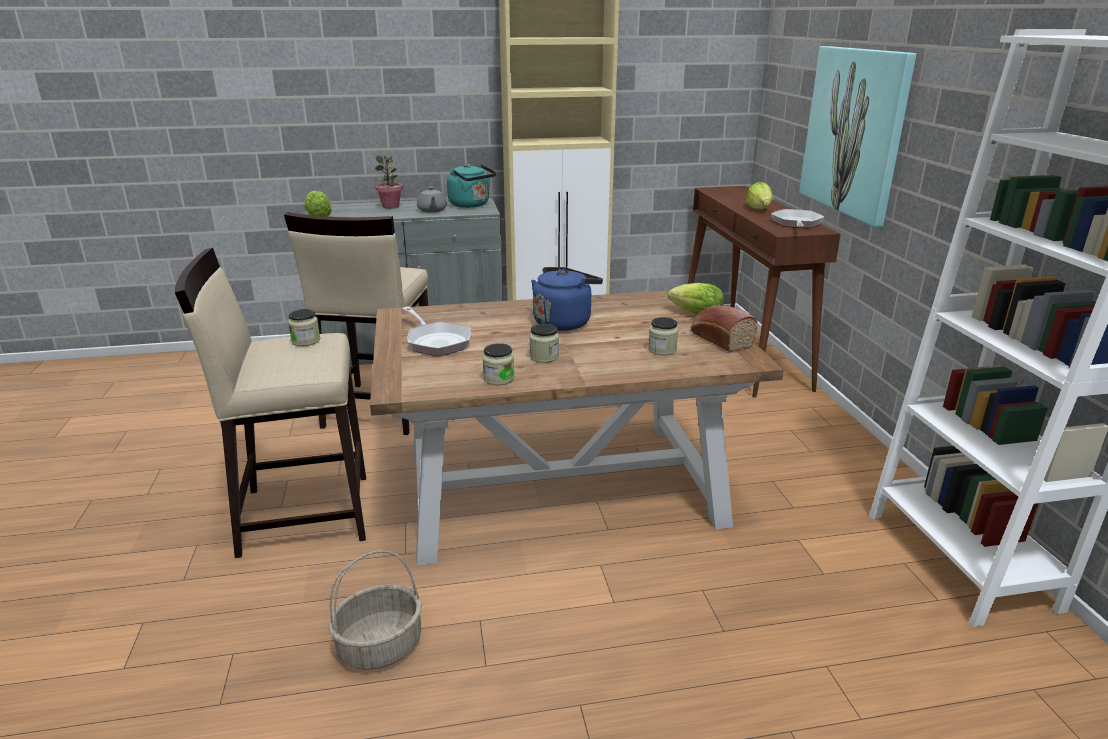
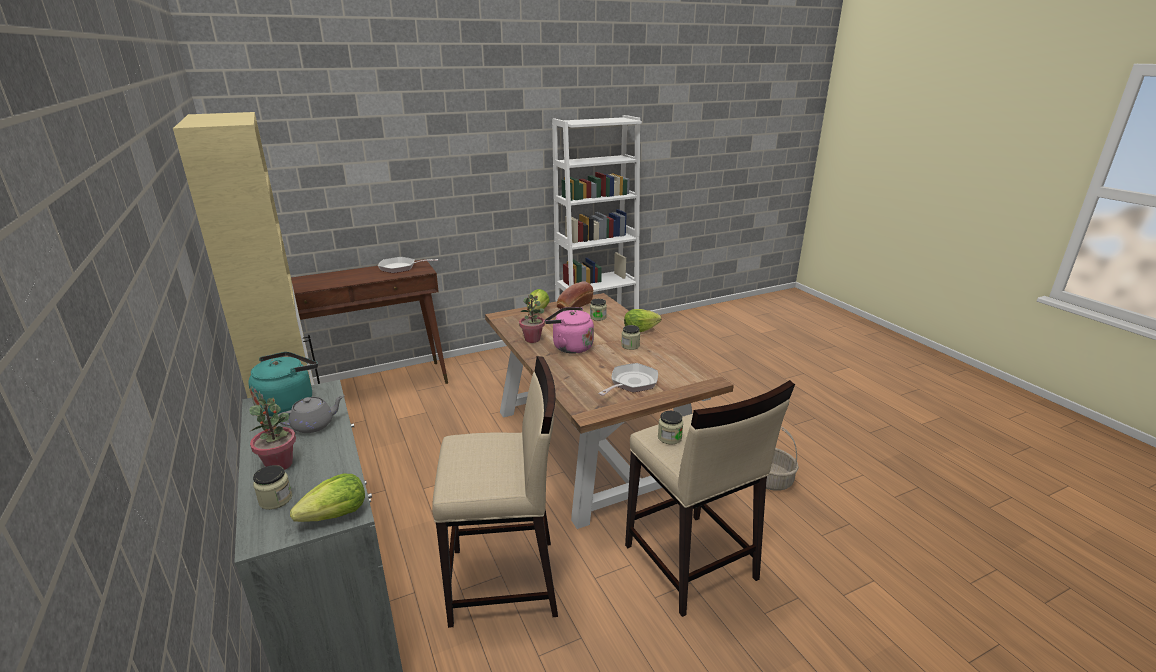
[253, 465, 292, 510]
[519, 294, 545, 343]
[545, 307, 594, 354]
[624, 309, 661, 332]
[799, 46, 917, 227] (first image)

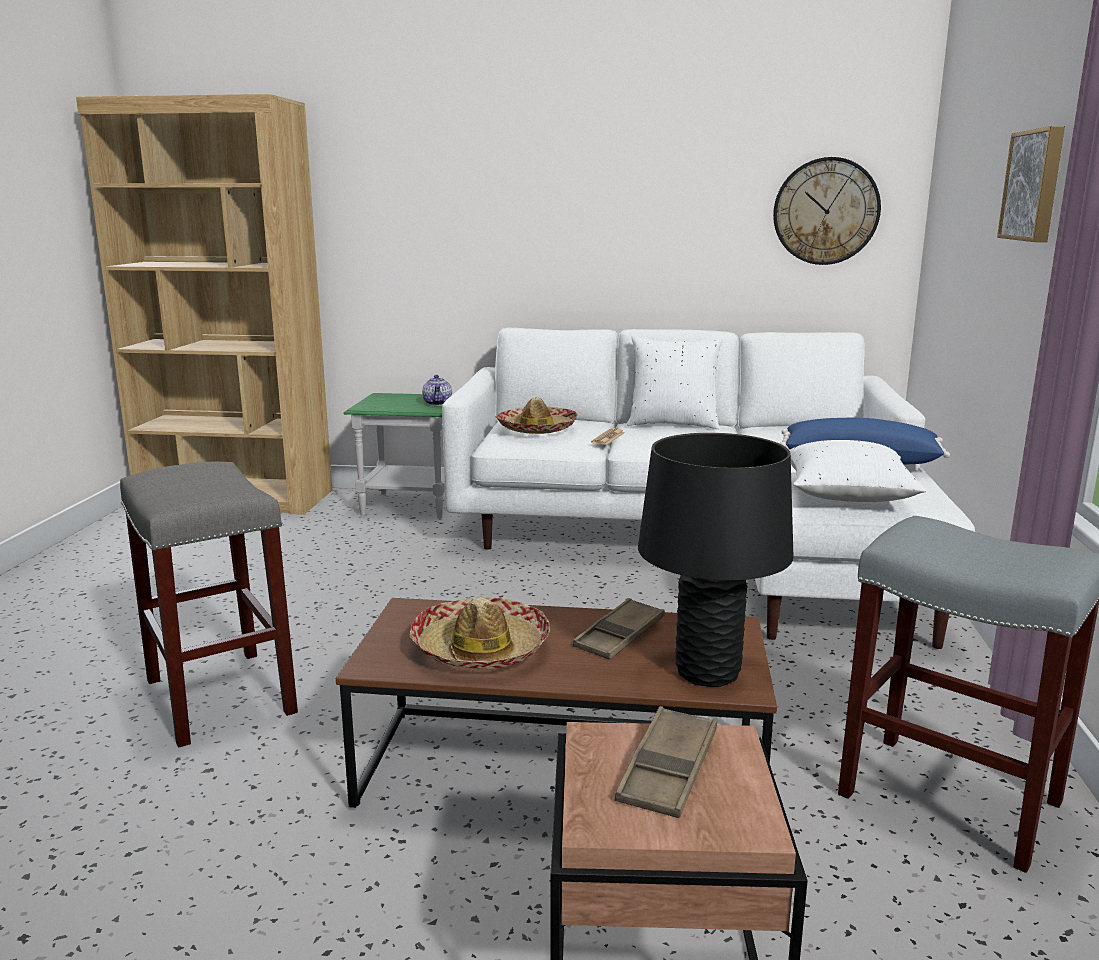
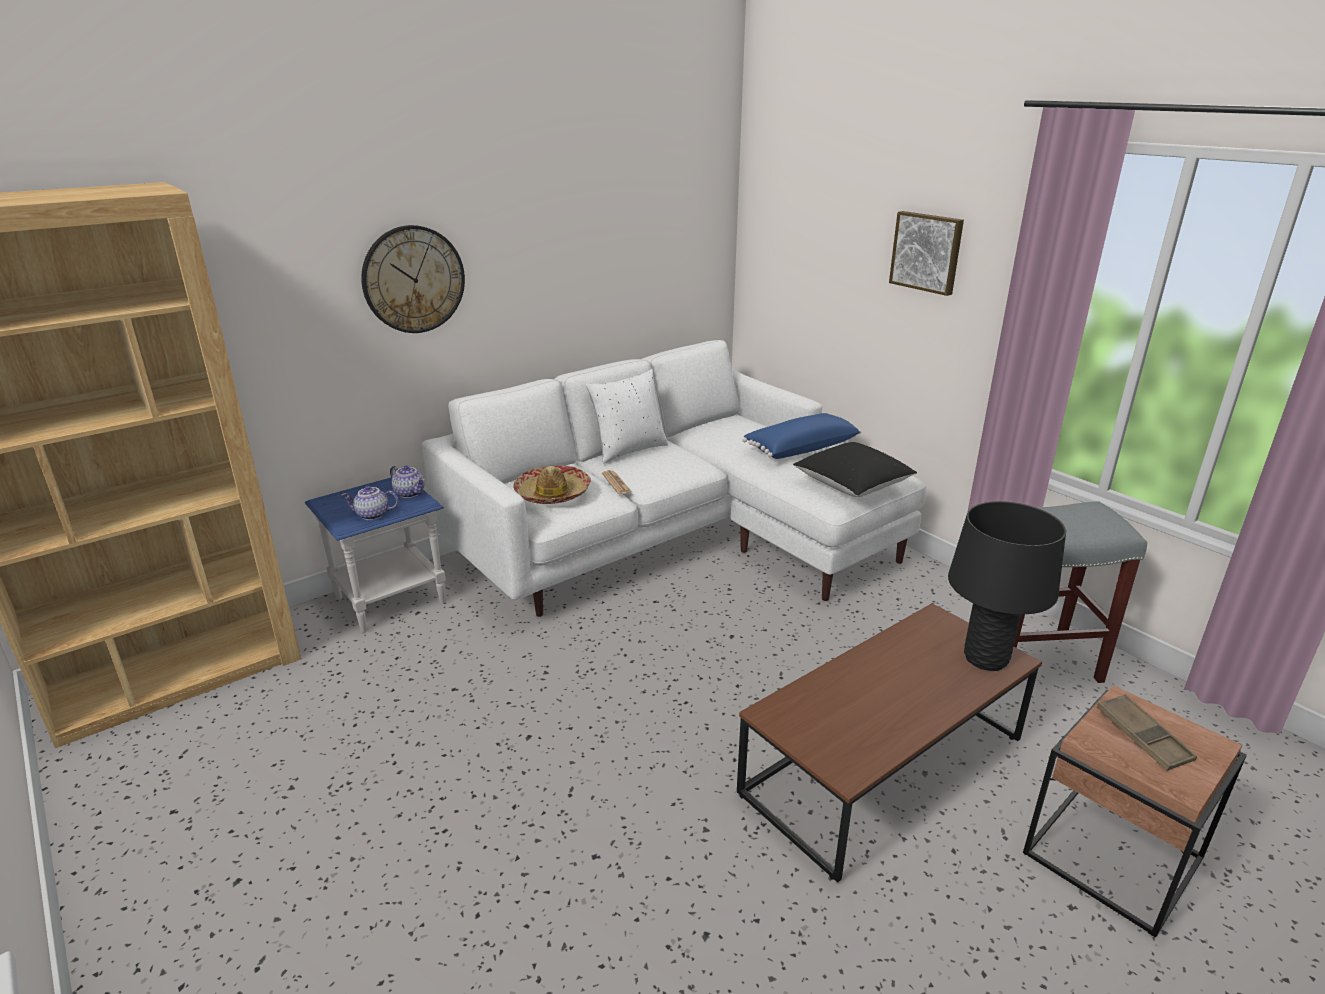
[305, 478, 446, 633]
[341, 486, 398, 520]
[361, 225, 465, 333]
[793, 442, 917, 497]
[120, 462, 298, 748] (first image)
[410, 597, 550, 669] (first image)
[573, 598, 665, 660] (first image)

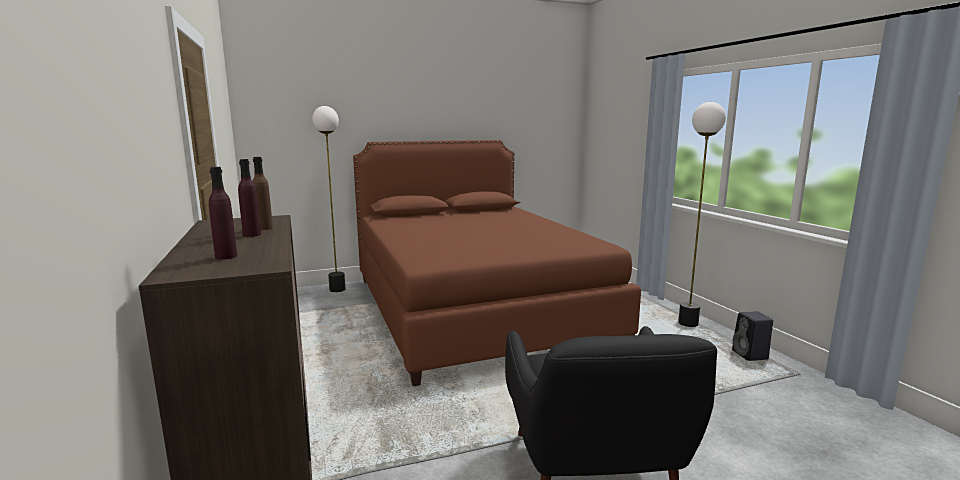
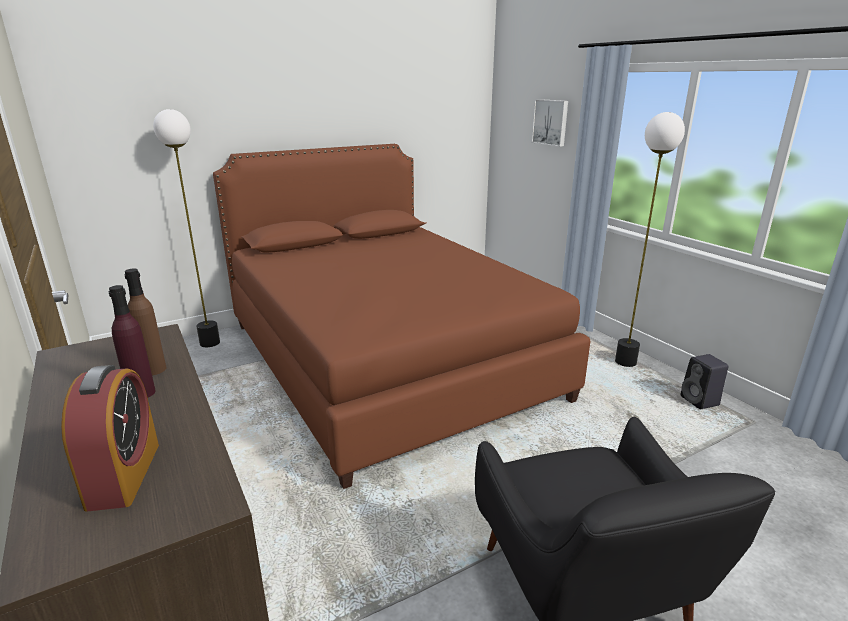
[61, 365, 159, 512]
[531, 99, 568, 147]

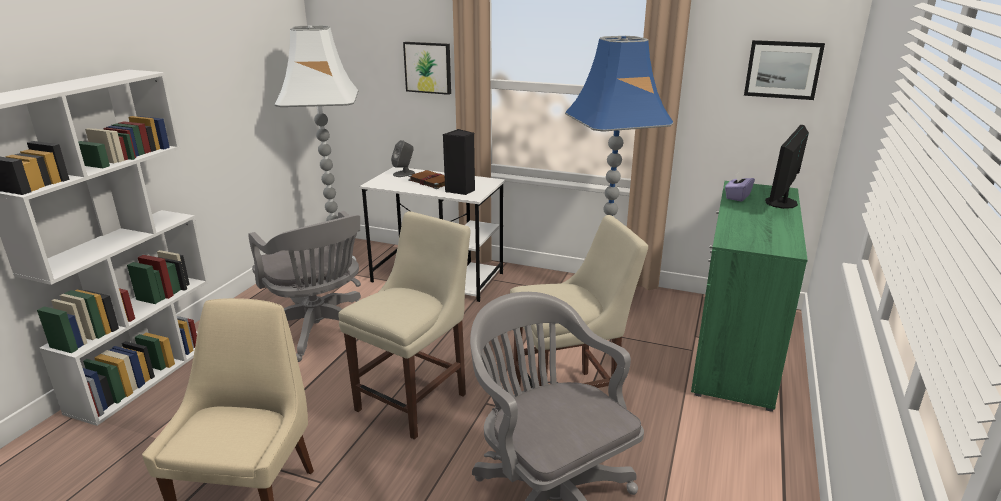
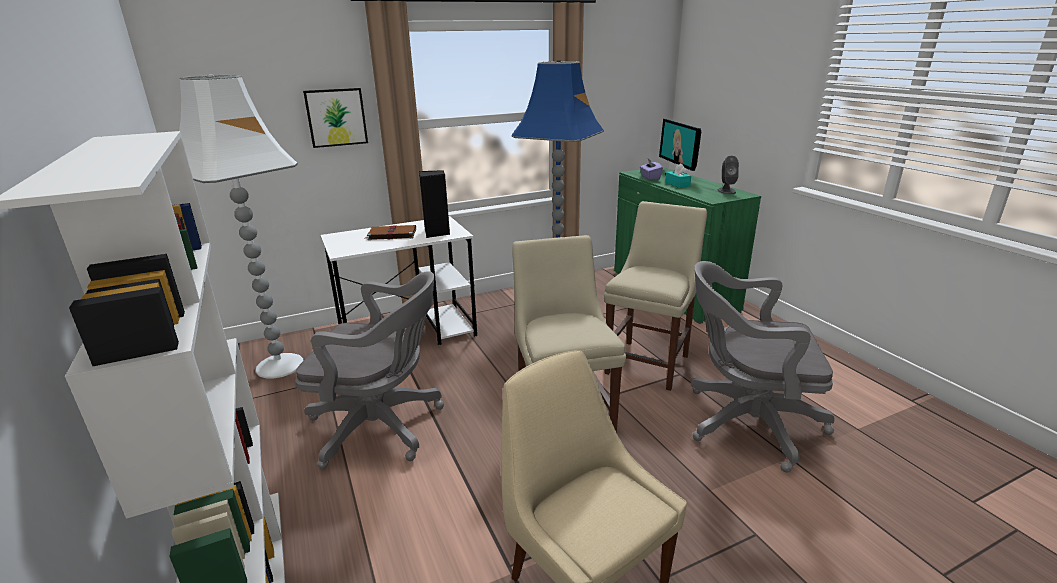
[665, 163, 691, 188]
[718, 156, 739, 194]
[744, 40, 825, 100] (first image)

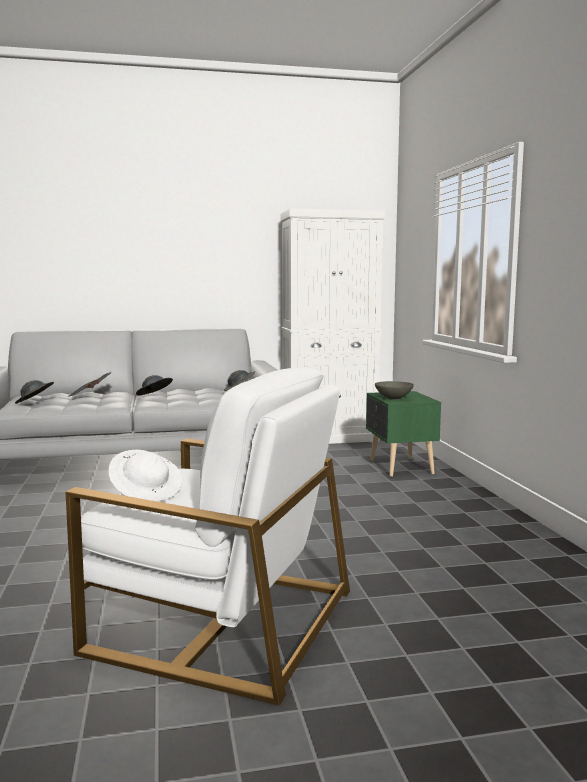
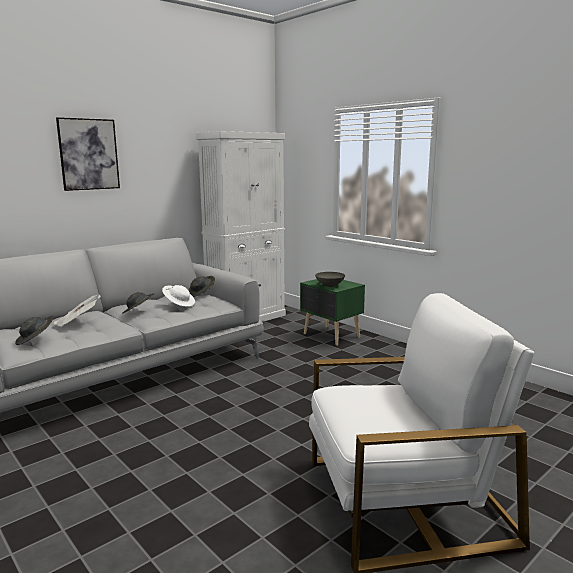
[56, 117, 120, 191]
[162, 285, 195, 307]

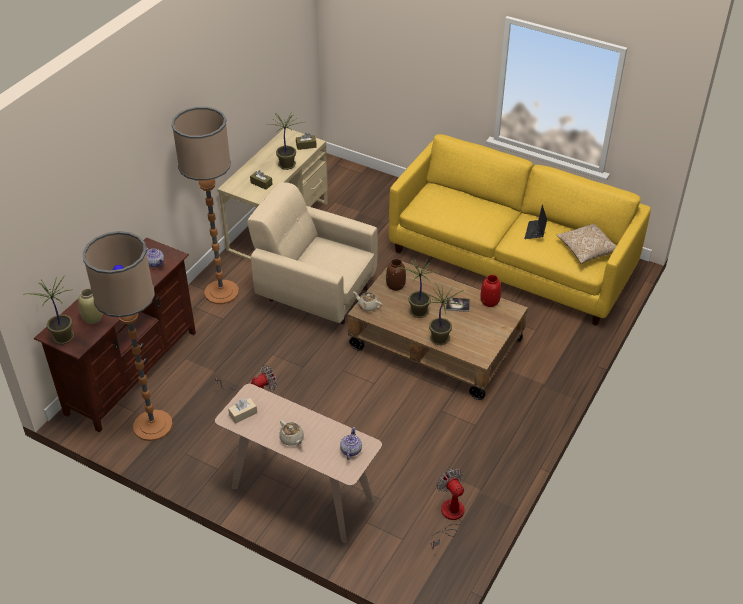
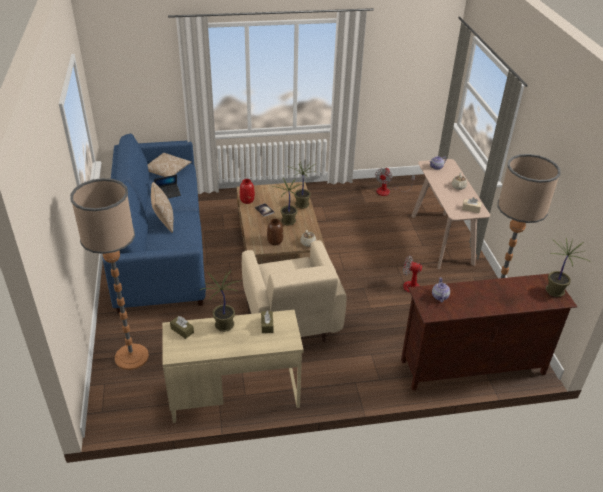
[70, 178, 149, 370]
[103, 134, 206, 313]
[151, 182, 173, 233]
[78, 288, 103, 324] (first image)

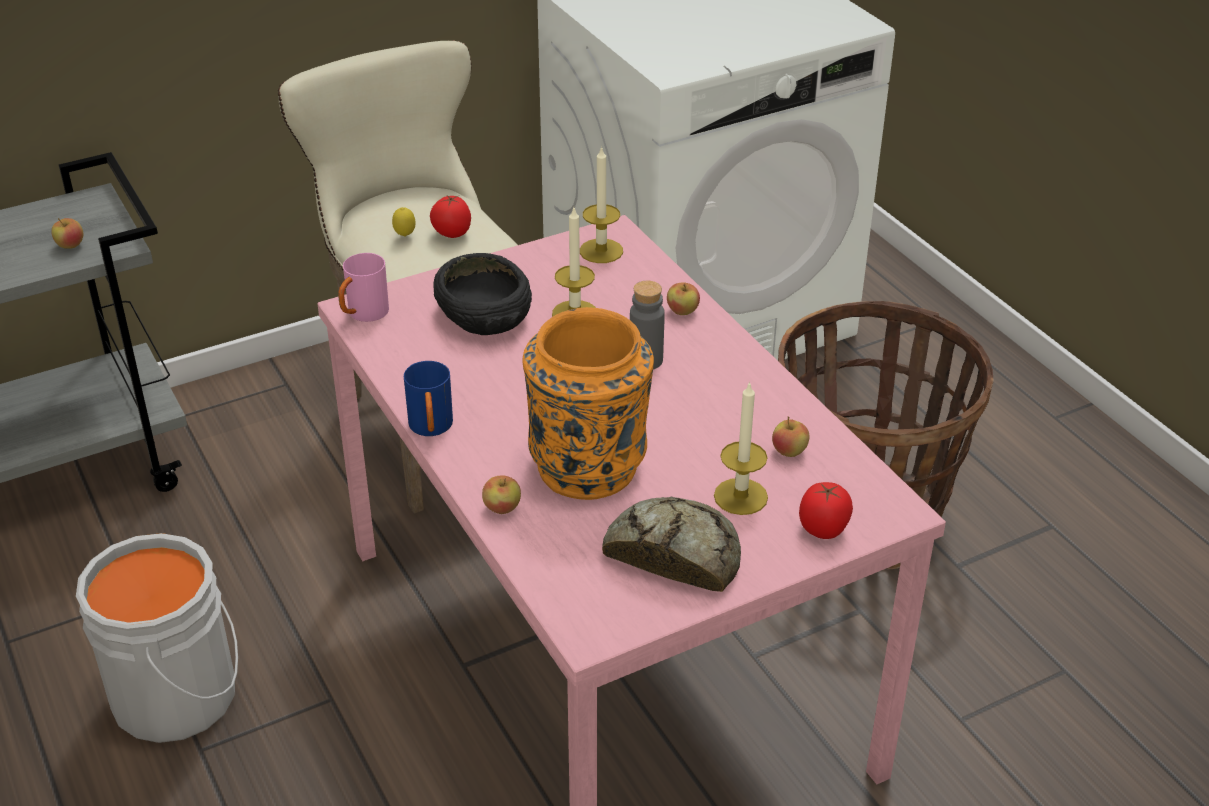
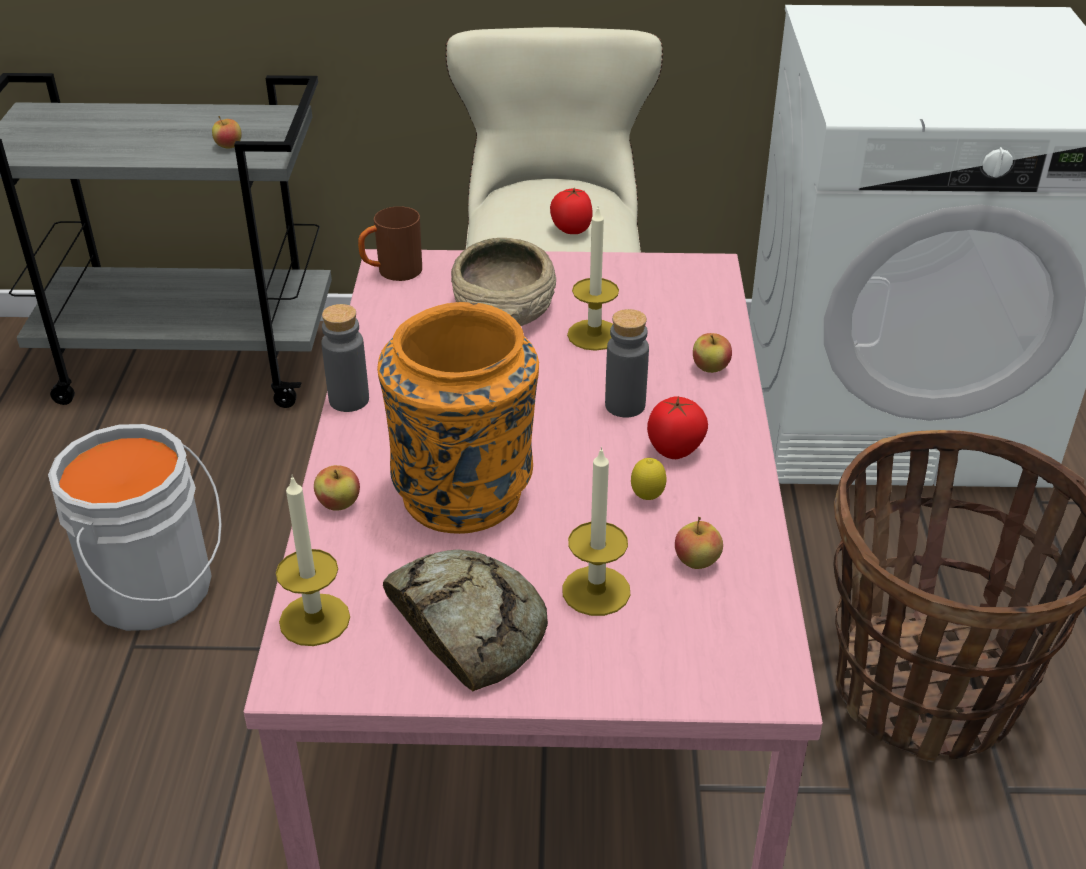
[276, 476, 350, 646]
[321, 304, 369, 412]
[358, 206, 422, 281]
[451, 238, 556, 326]
[631, 458, 667, 500]
[647, 396, 708, 459]

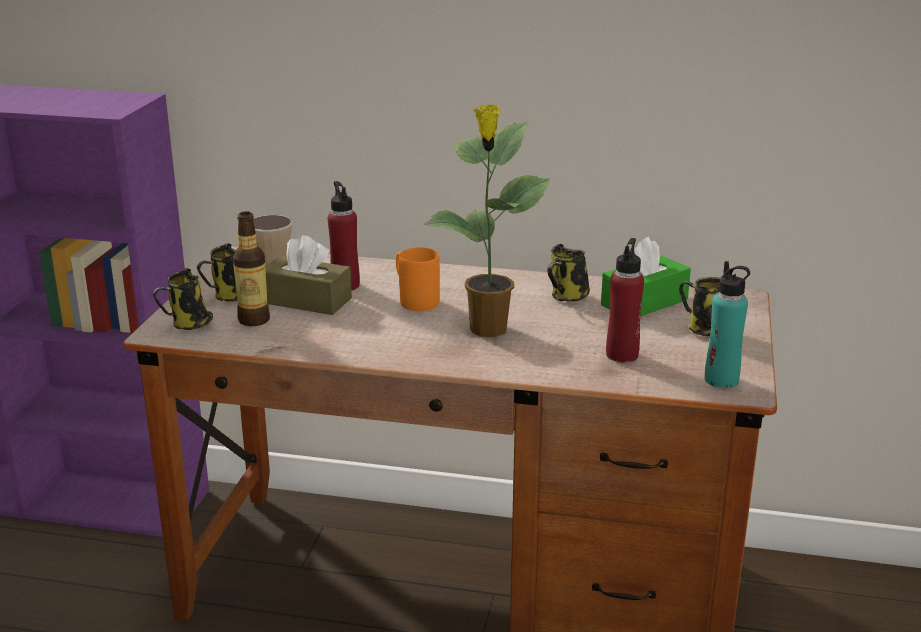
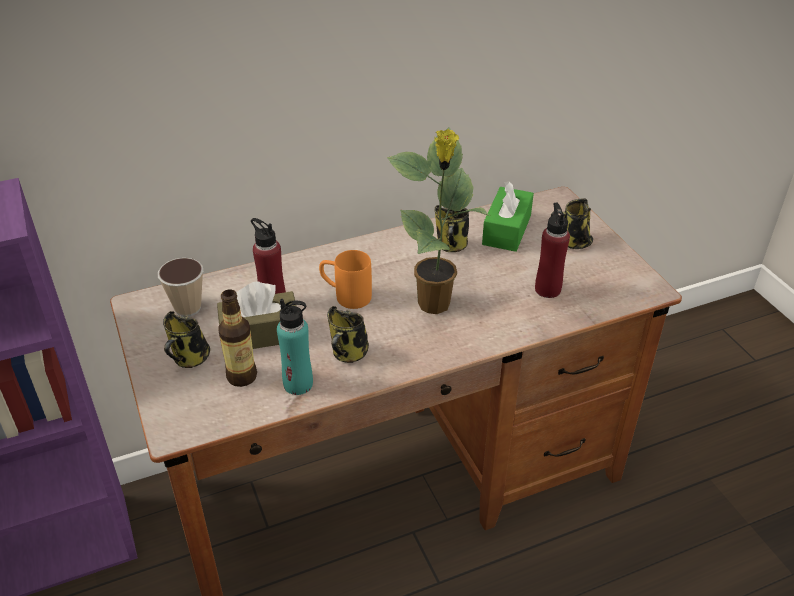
[277, 299, 313, 395]
[327, 306, 369, 363]

